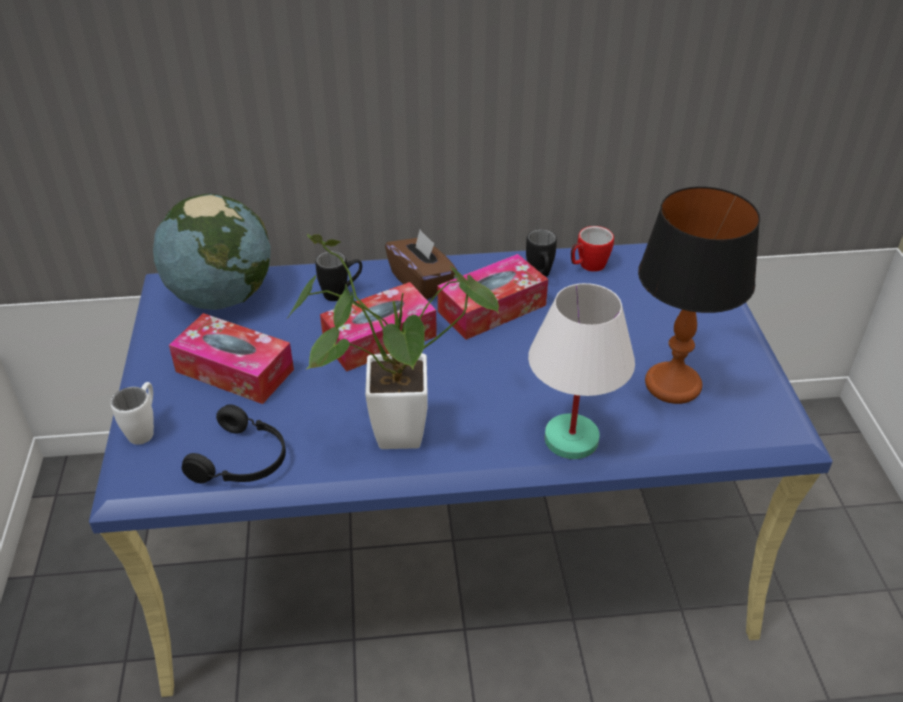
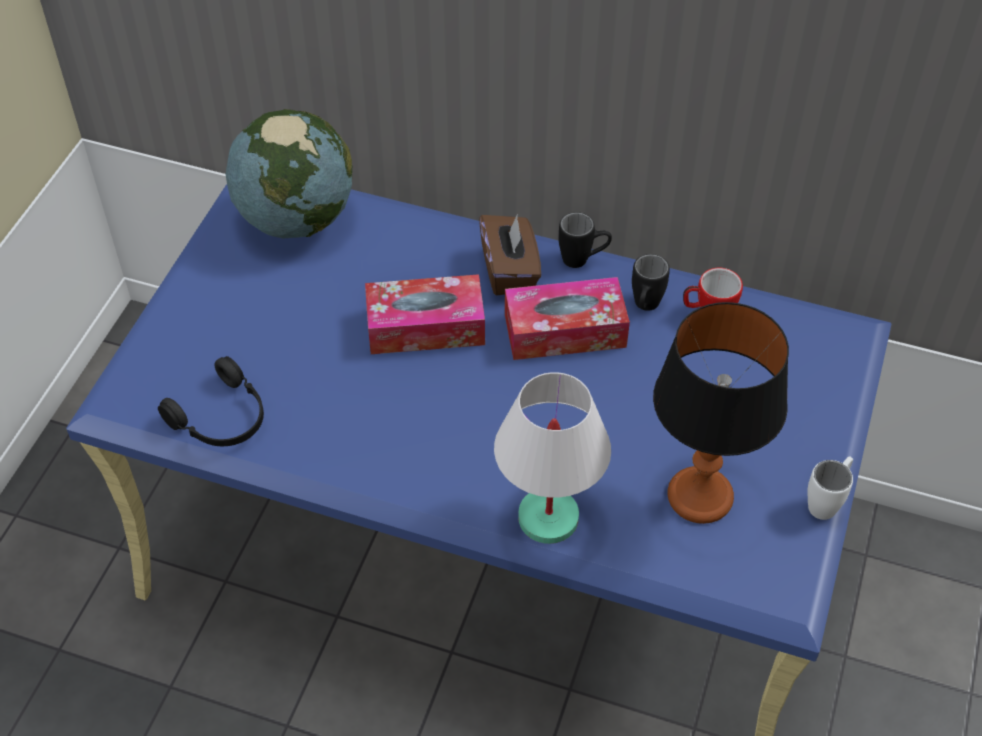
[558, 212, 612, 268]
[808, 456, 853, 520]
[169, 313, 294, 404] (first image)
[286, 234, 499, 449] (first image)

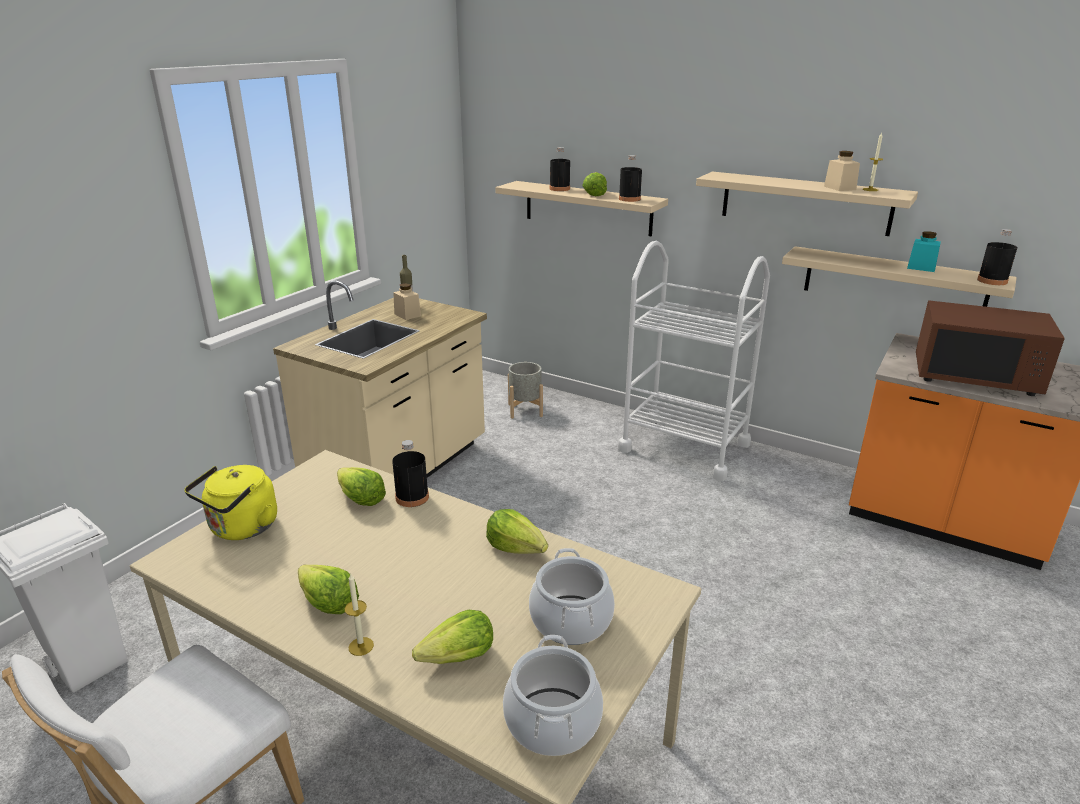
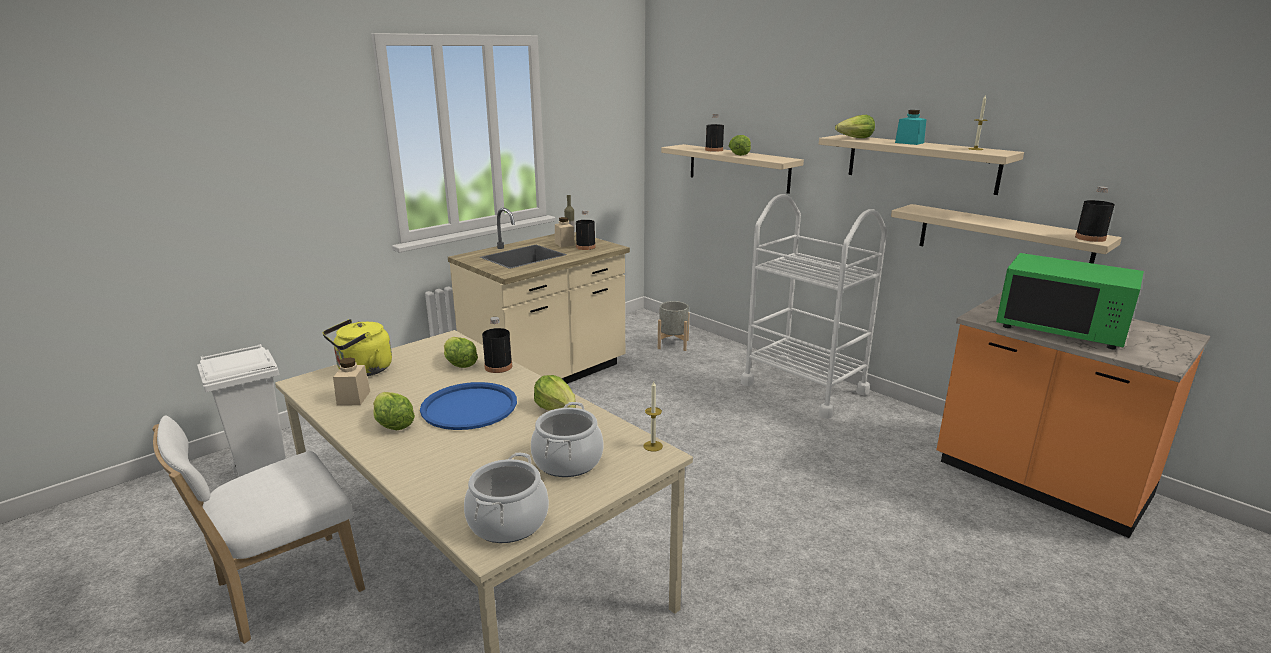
[333, 358, 370, 406]
[420, 382, 517, 430]
[576, 210, 596, 250]
[643, 381, 663, 452]
[835, 115, 875, 138]
[895, 110, 927, 145]
[996, 253, 1144, 350]

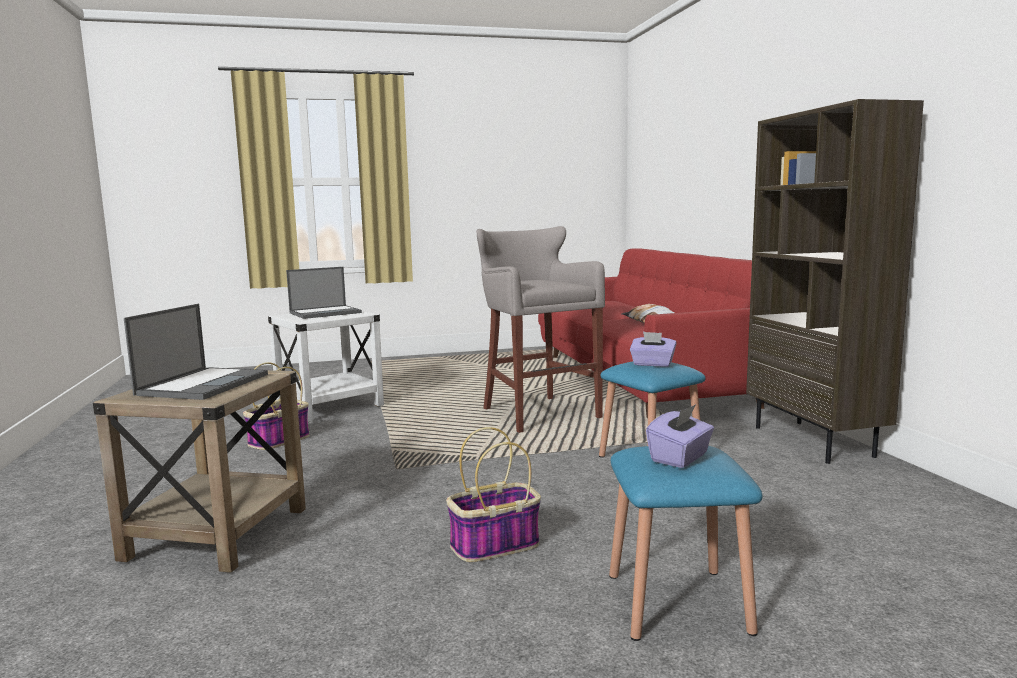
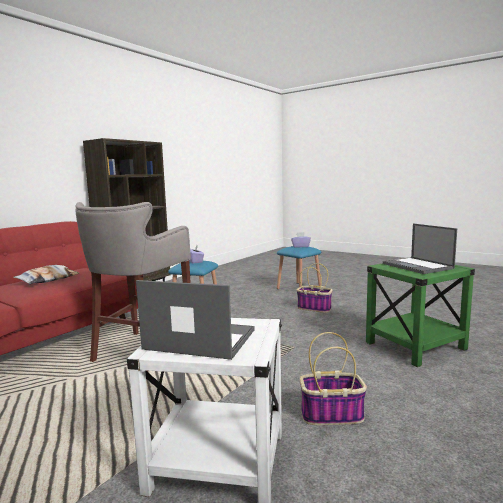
[366, 264, 475, 367]
[383, 224, 457, 274]

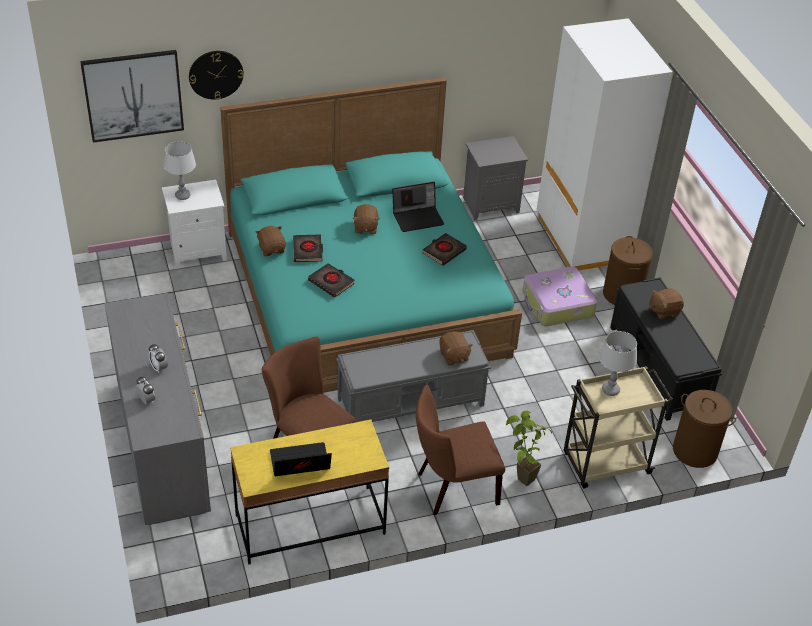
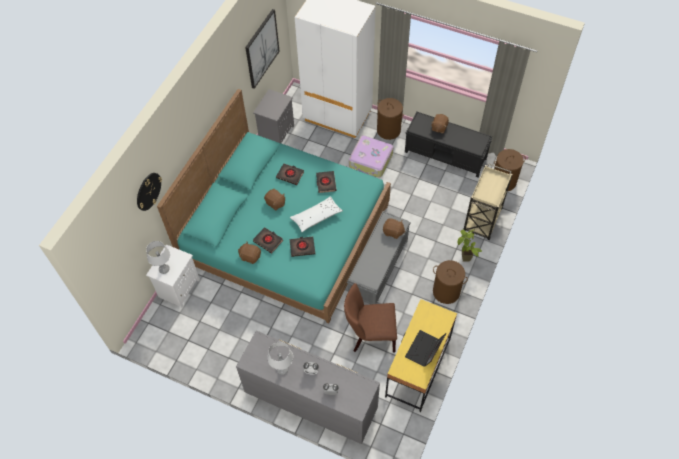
[245, 9, 280, 89]
[268, 342, 293, 375]
[276, 163, 304, 185]
[290, 196, 343, 232]
[433, 260, 468, 304]

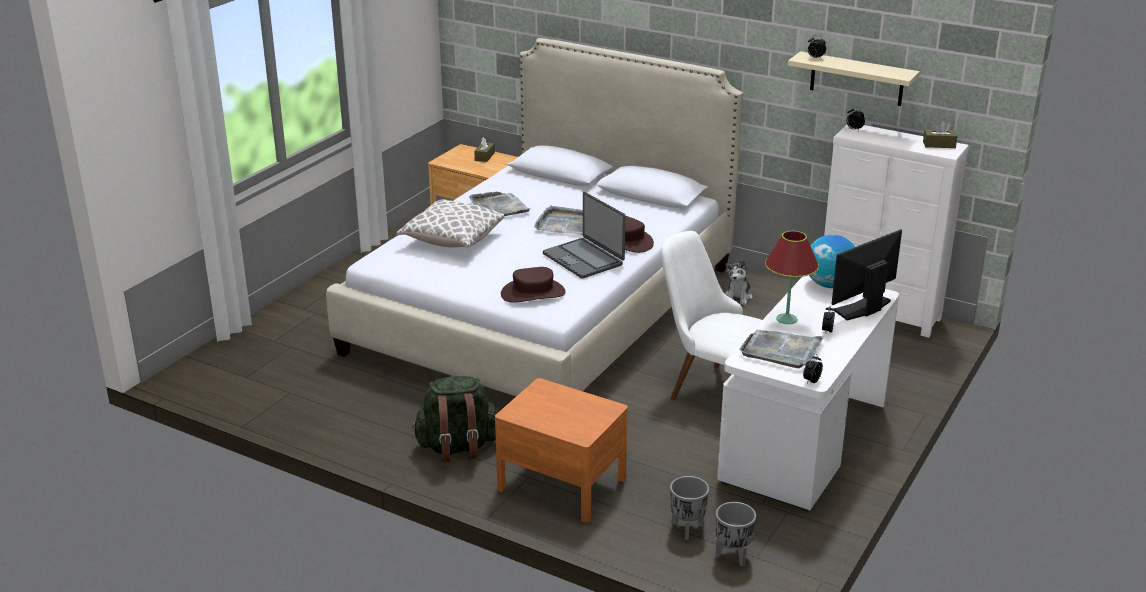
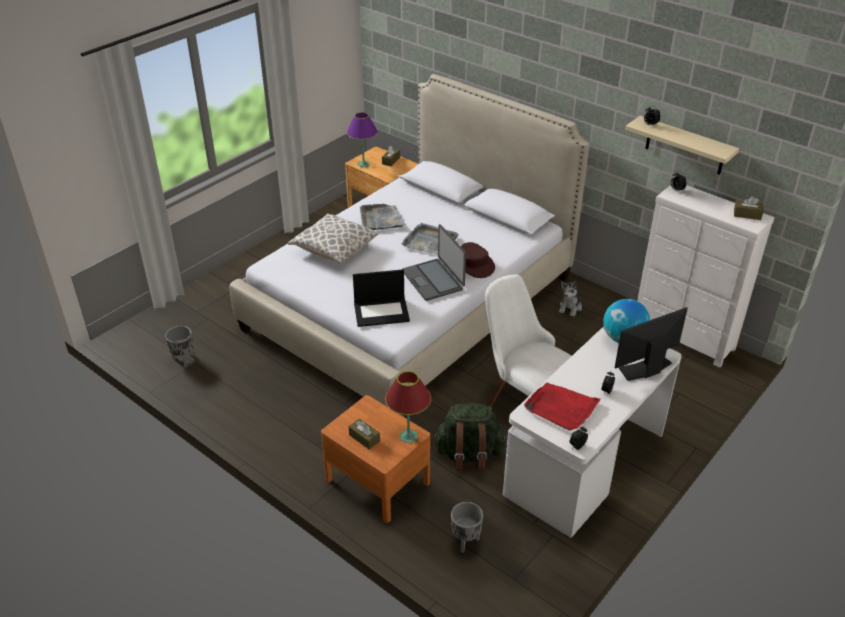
[165, 326, 194, 367]
[347, 112, 378, 167]
[349, 418, 380, 449]
[353, 269, 410, 327]
[385, 371, 431, 443]
[433, 403, 505, 471]
[524, 383, 601, 431]

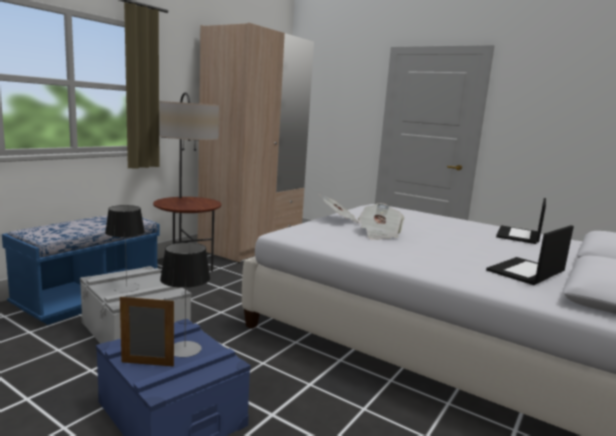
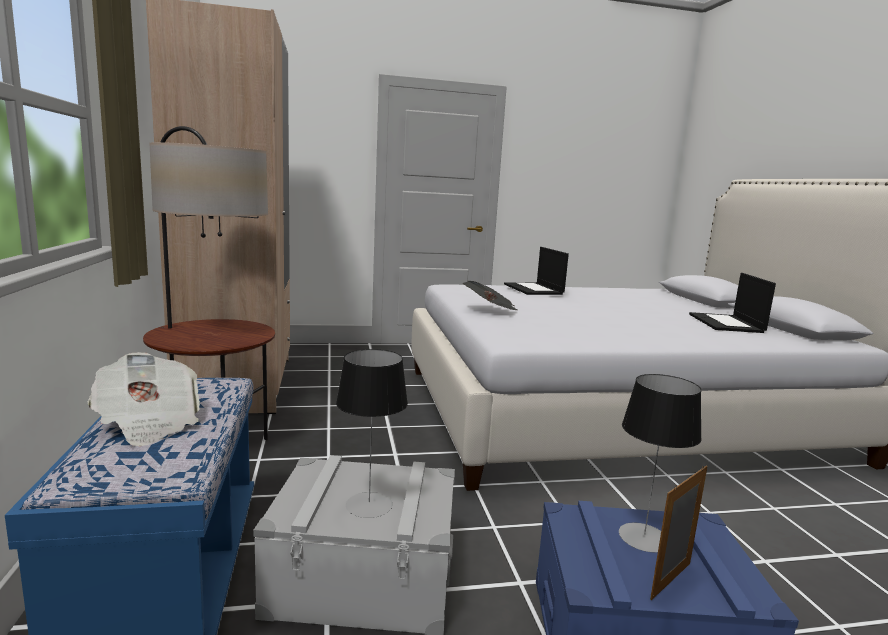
[88, 352, 200, 446]
[504, 247, 569, 295]

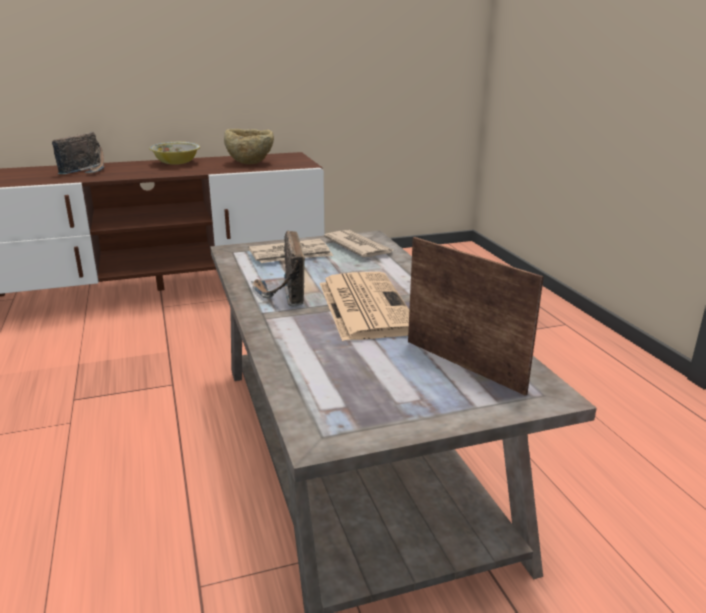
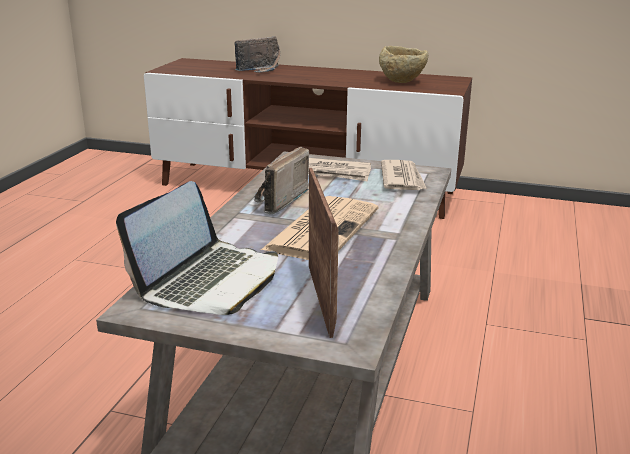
[116, 181, 278, 315]
[149, 142, 200, 165] (first image)

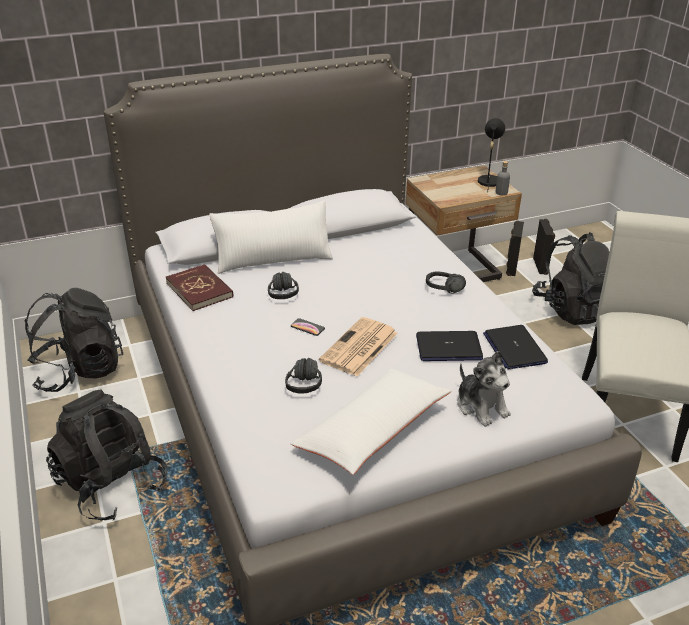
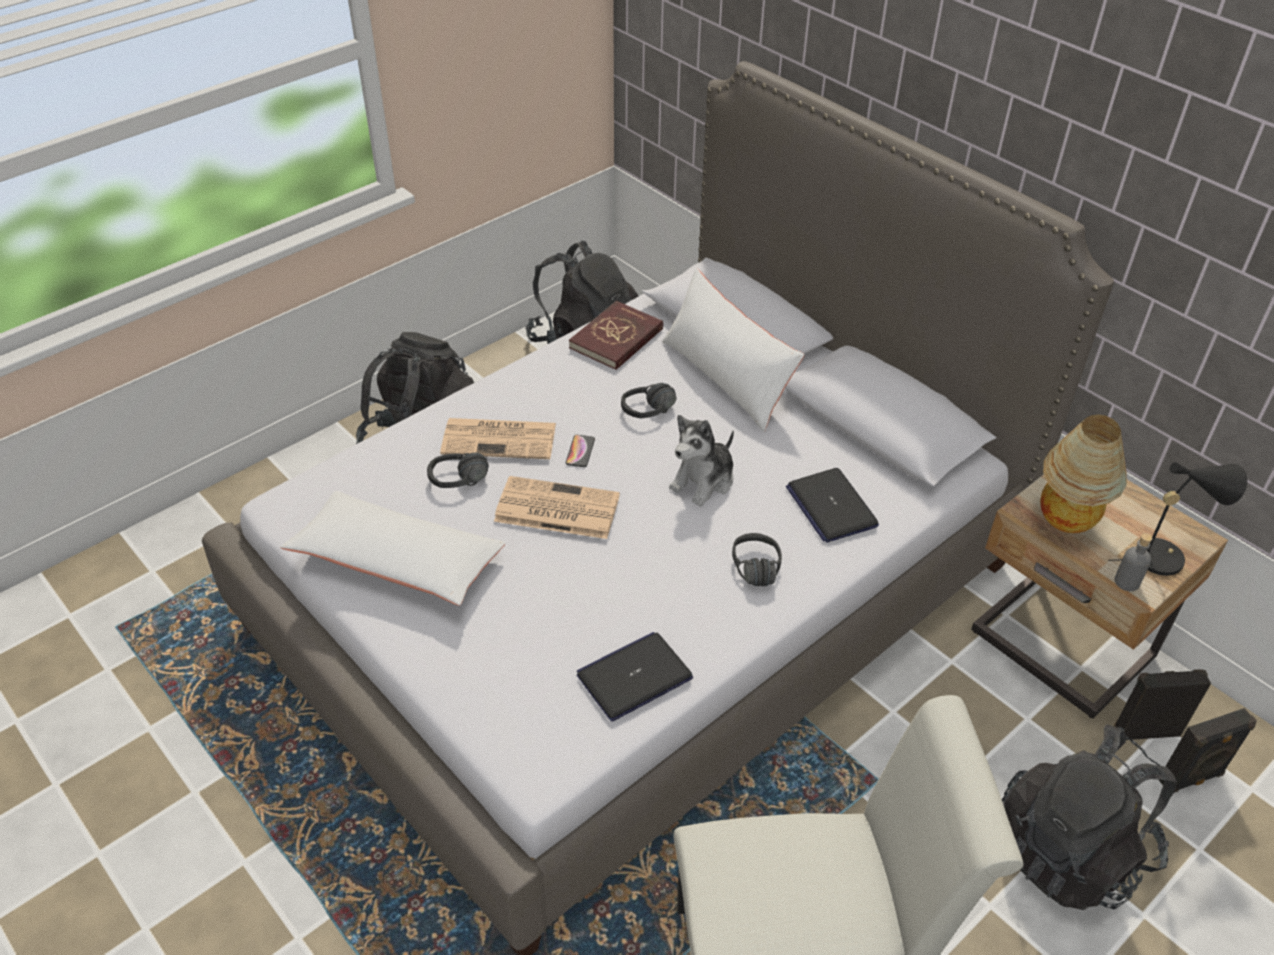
[440, 418, 556, 459]
[669, 415, 734, 506]
[786, 468, 879, 543]
[1040, 414, 1127, 533]

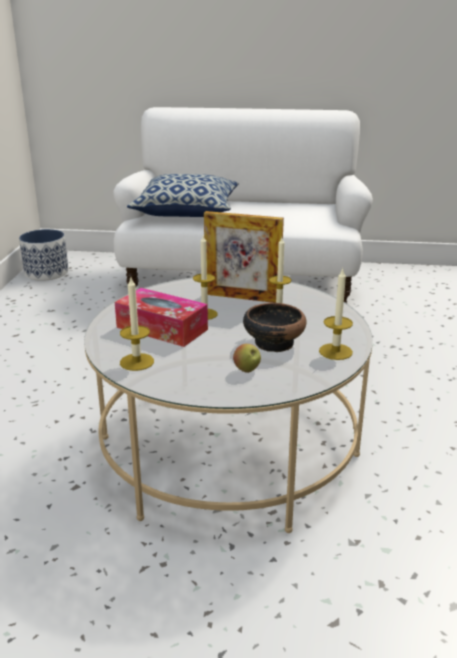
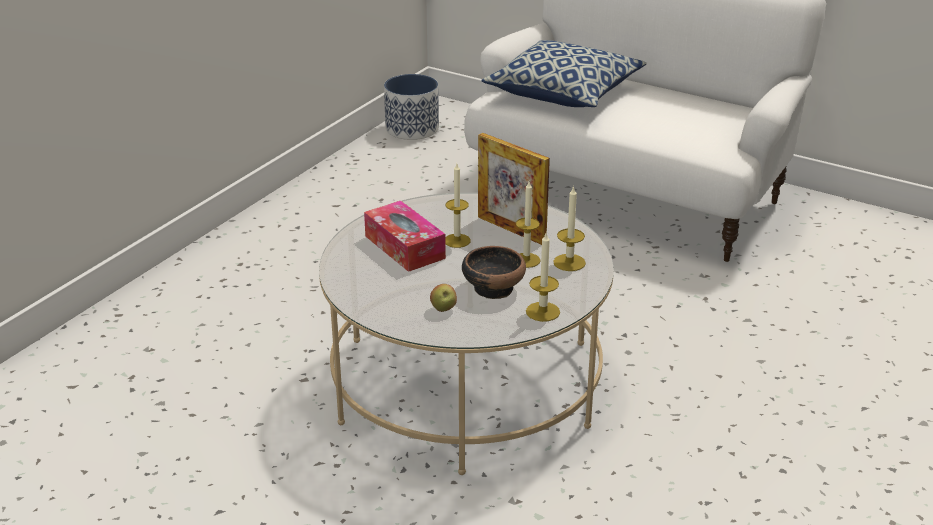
[553, 186, 586, 271]

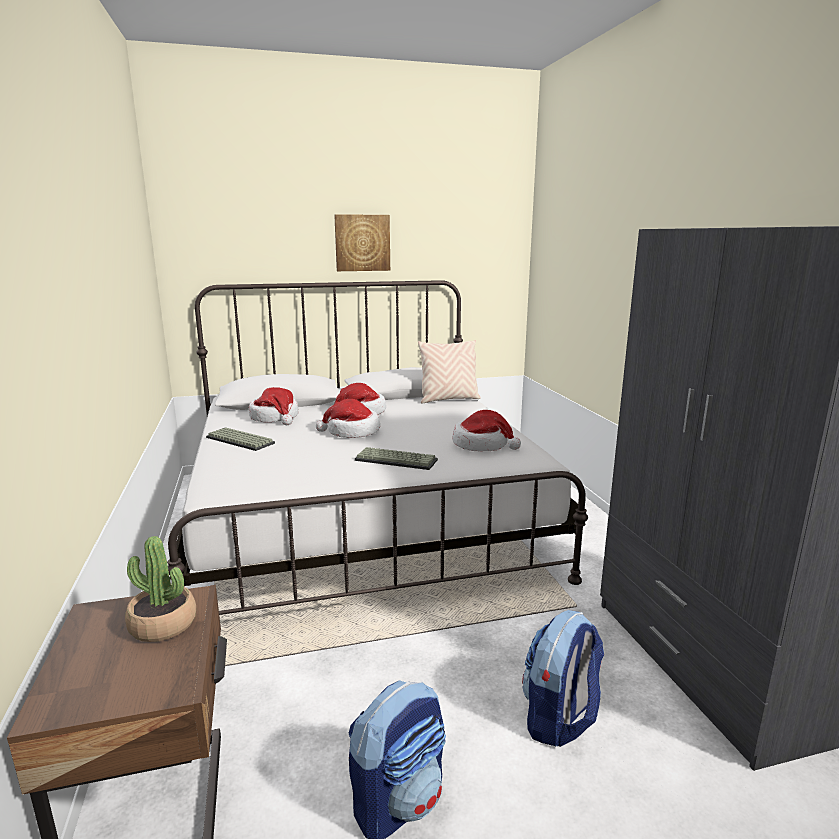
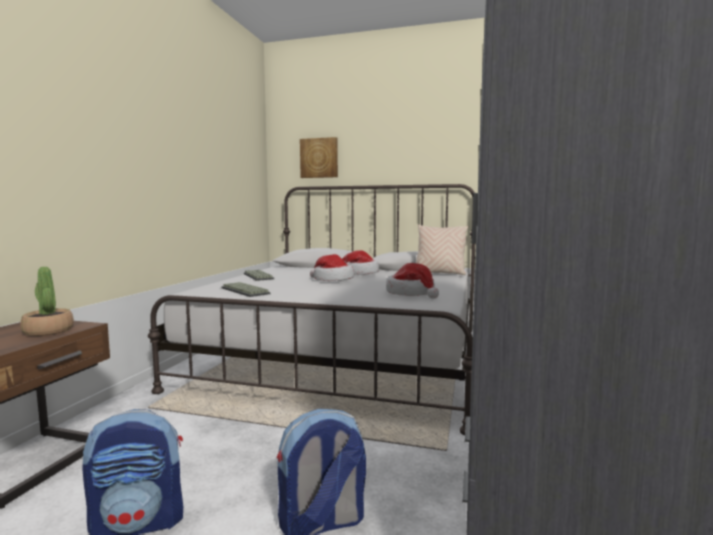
[222, 282, 270, 297]
[300, 137, 338, 178]
[249, 387, 298, 425] (first image)

